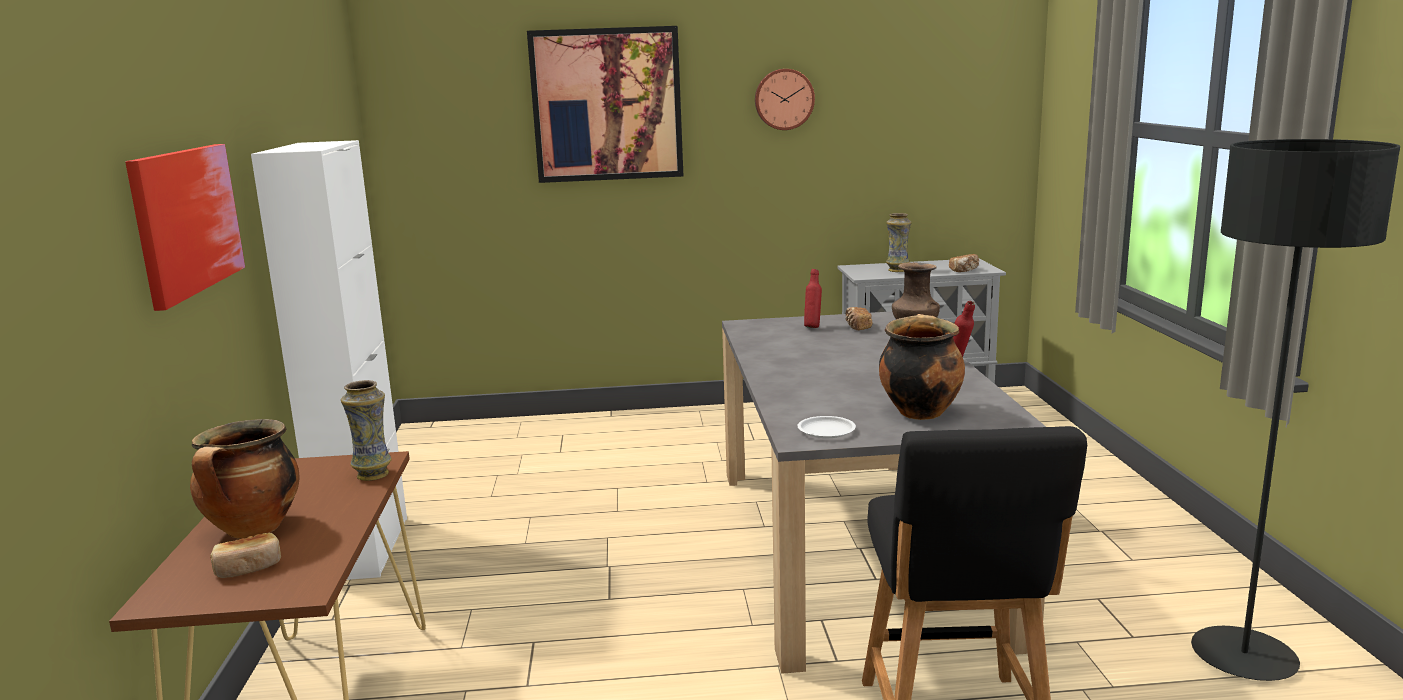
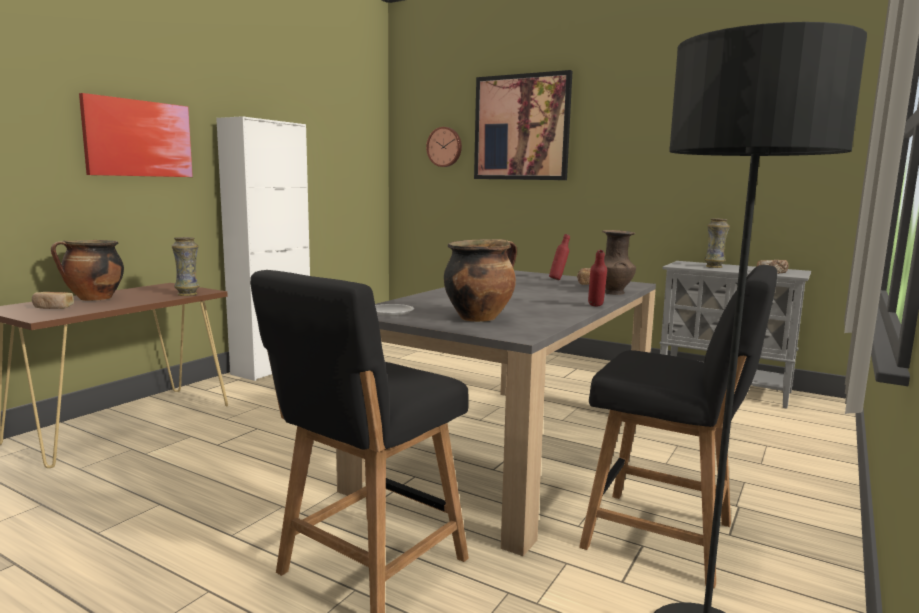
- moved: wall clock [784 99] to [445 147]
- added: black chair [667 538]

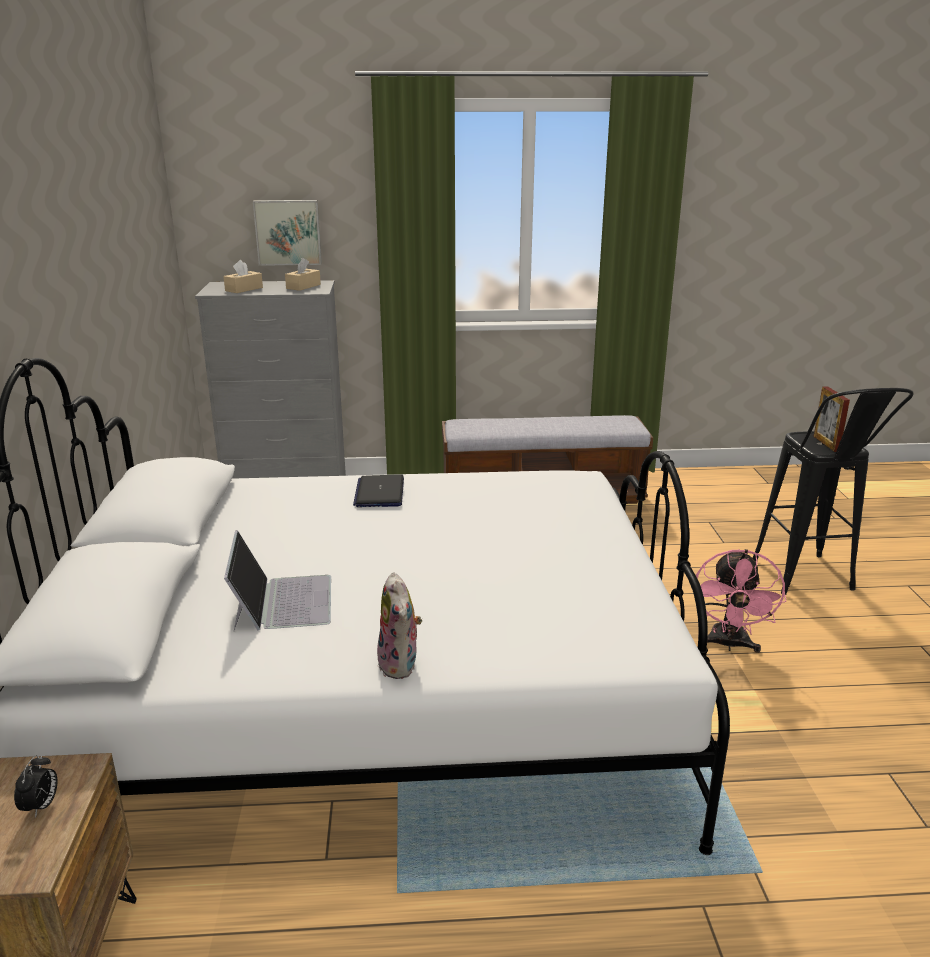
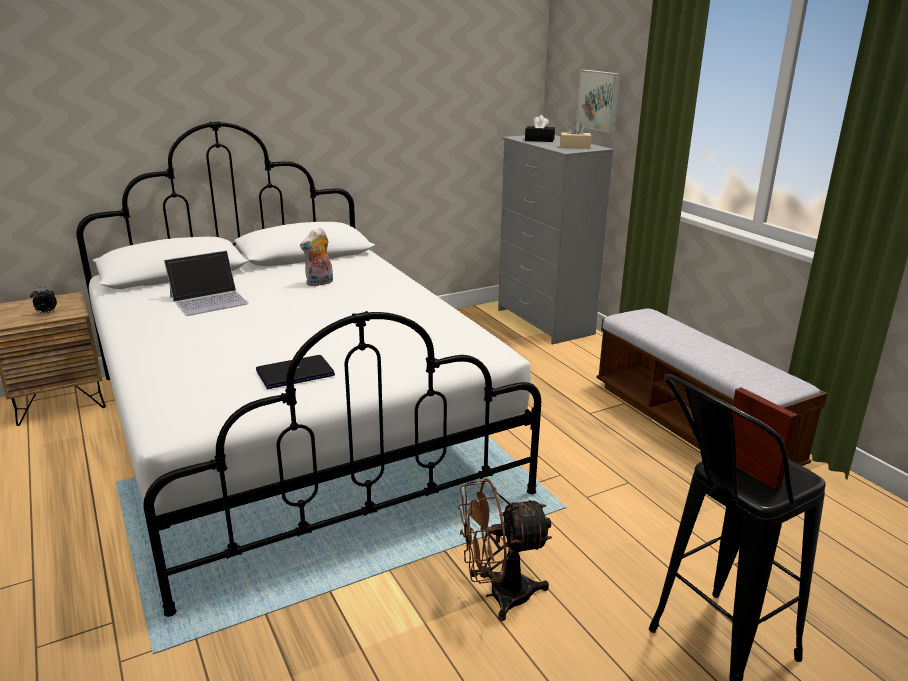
- recoloured: beige tissue box [244 289] to black tissue box [539 140]
- turned: picture frame [826 443] = [750 472] 90 degrees clockwise
- moved: laptop [379 492] to [295 373]
- recoloured: pink fan [729 645] to brown fan [498 595]
- moved: plush toy [401 665] to [320 283]

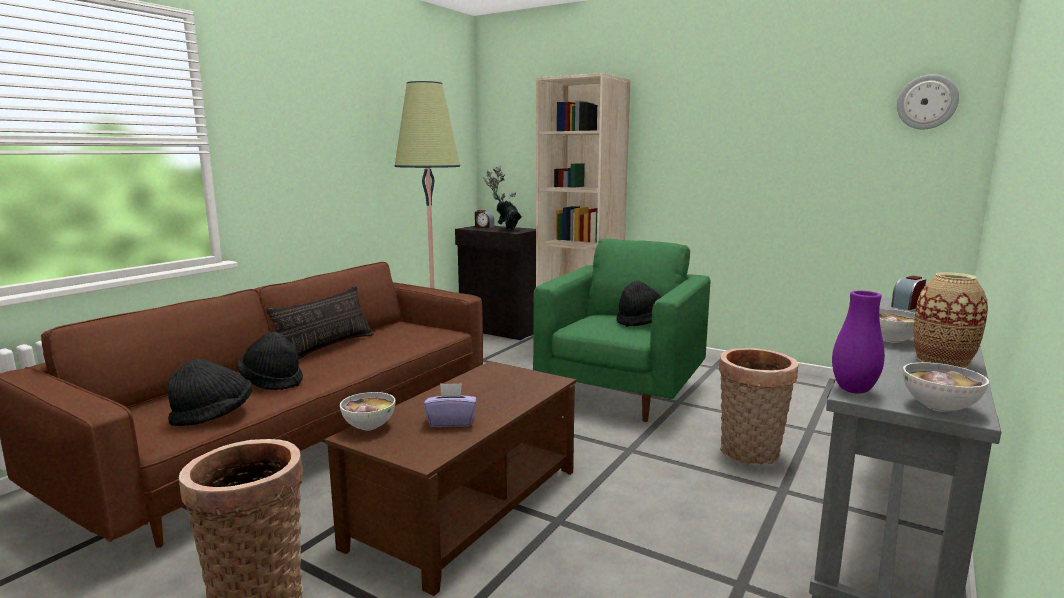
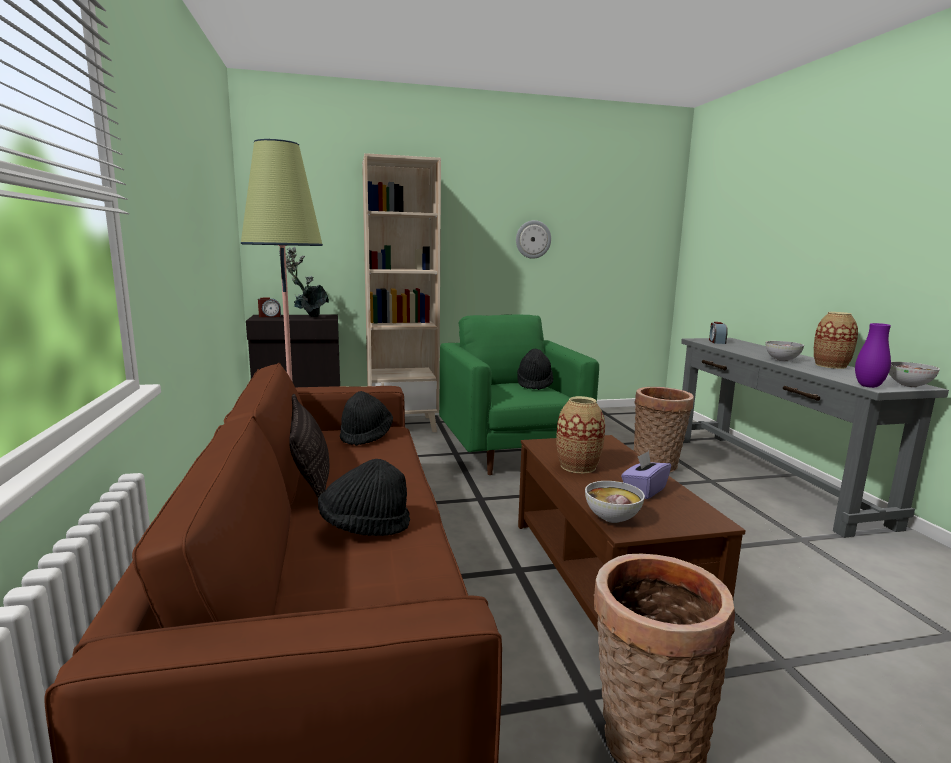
- moved: wall clock [927 102] to [533 239]
- moved: black hat [213 416] to [366 436]
- added: vase [578 466]

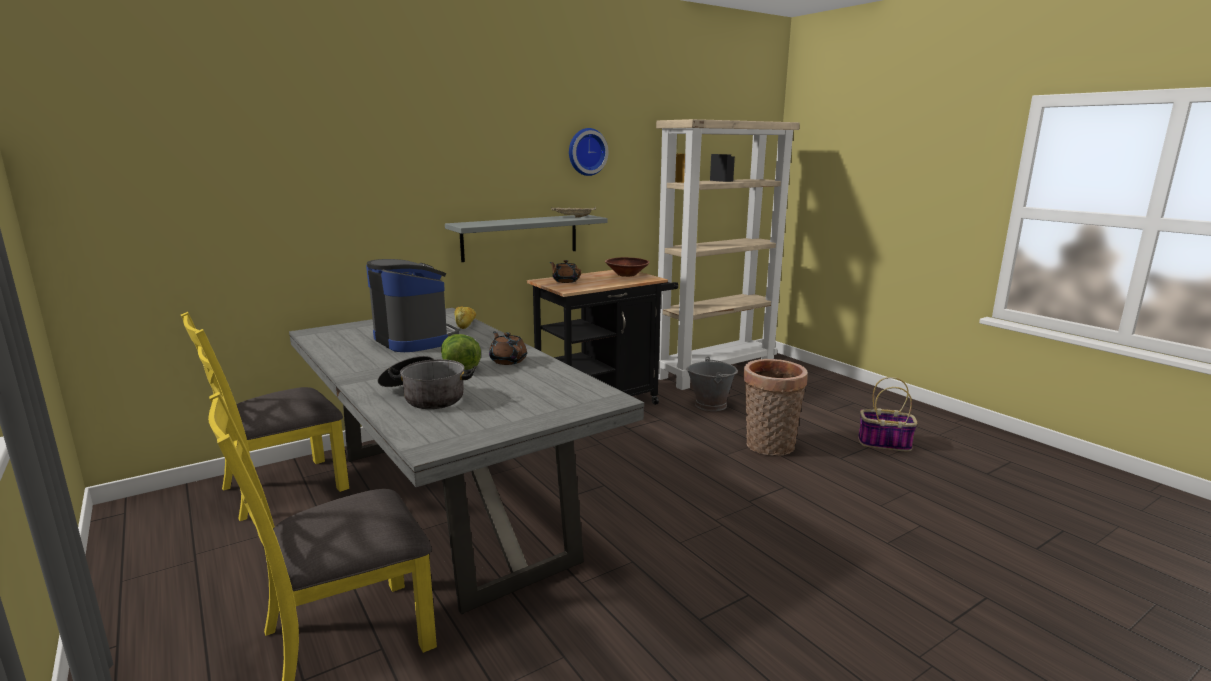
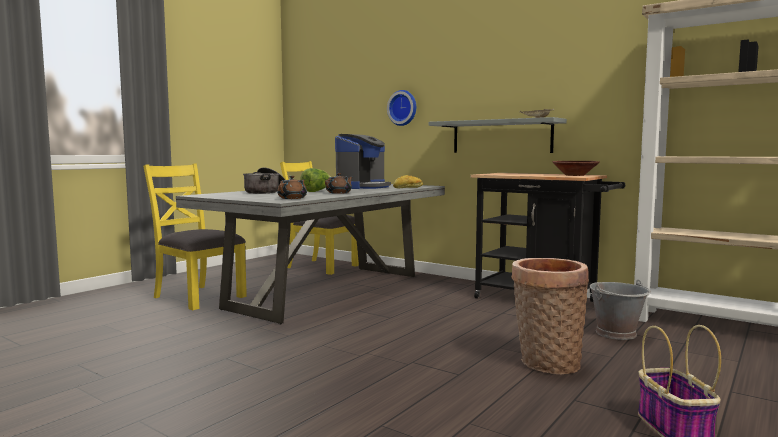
- moved: wall clock [586 152] to [403 108]
- moved: brown teapot [565 281] to [293 198]

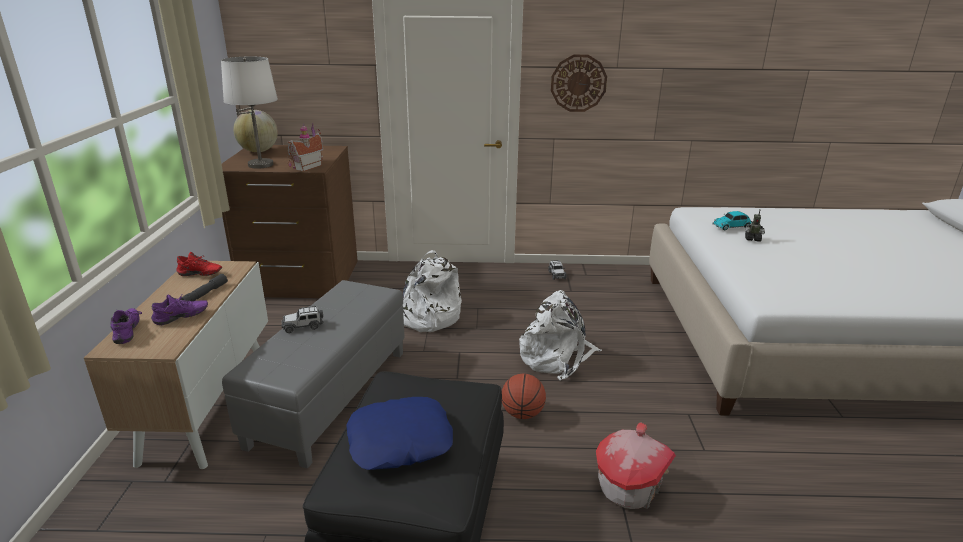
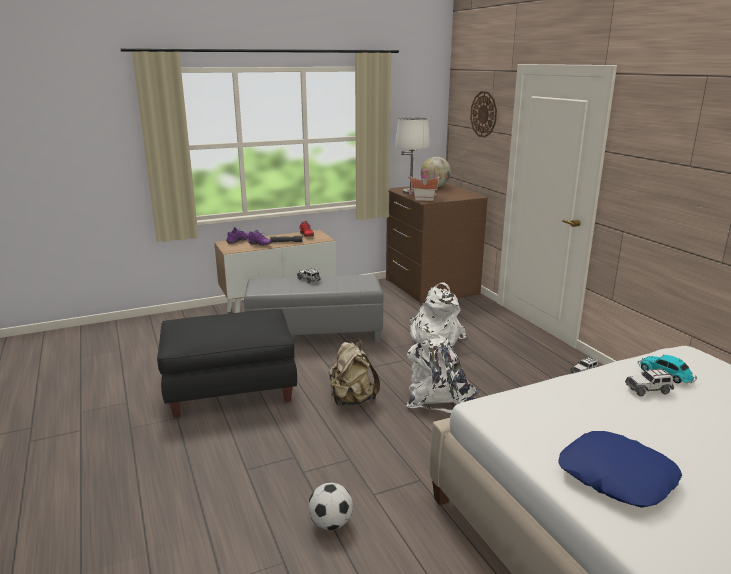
- moved: wall clock [578 83] to [484 114]
- replaced: toy robot [752 239] to toy car [648 390]
- replaced: basketball [522 414] to beige backpack [351 400]
- moved: blue pillow [400 442] to [616 477]
- removed: toy house [629 487]
- added: football [331 523]

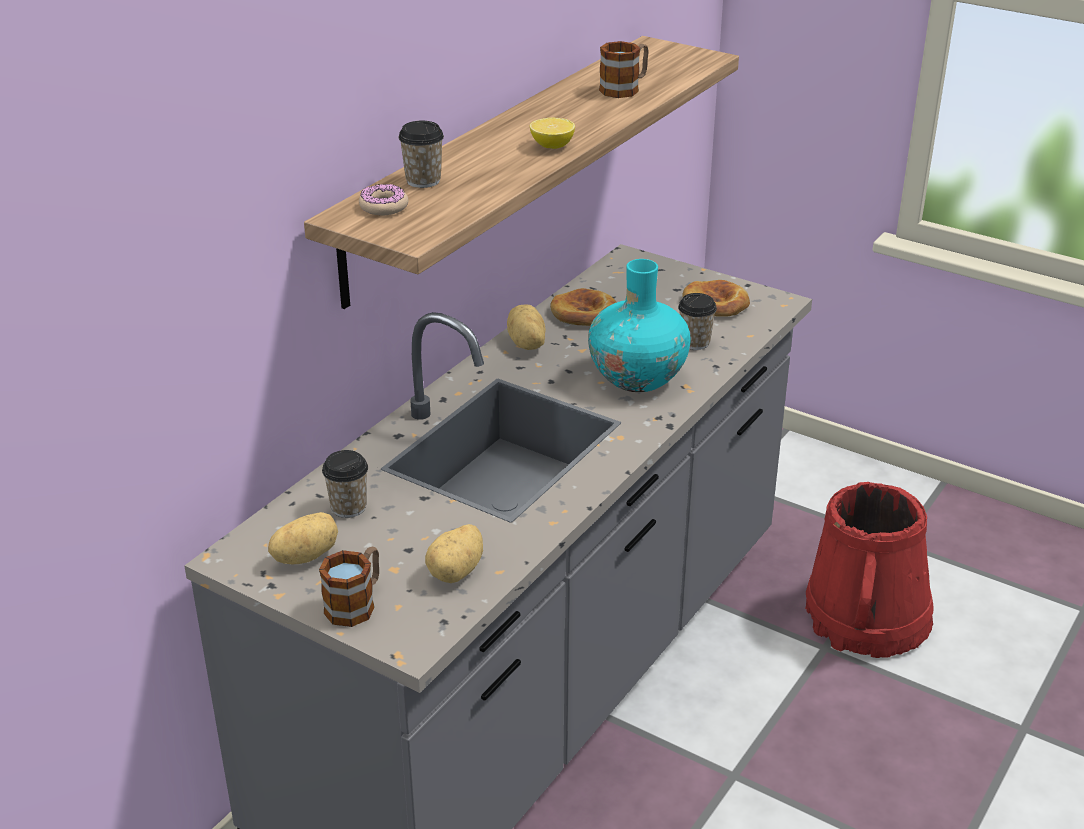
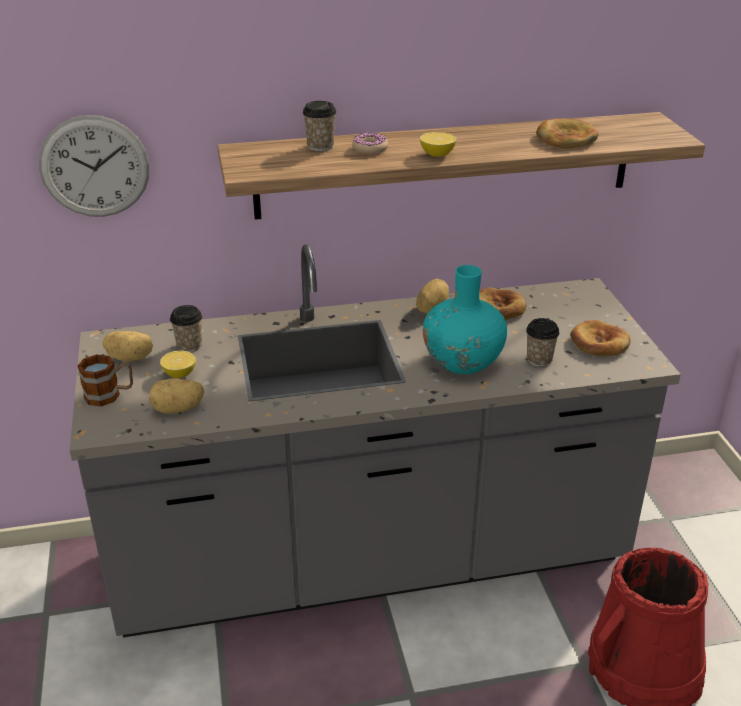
- replaced: mug [625 88] to bread [566 138]
- moved: donut [384 207] to [370 149]
- added: wall clock [95 167]
- added: lemon [179 374]

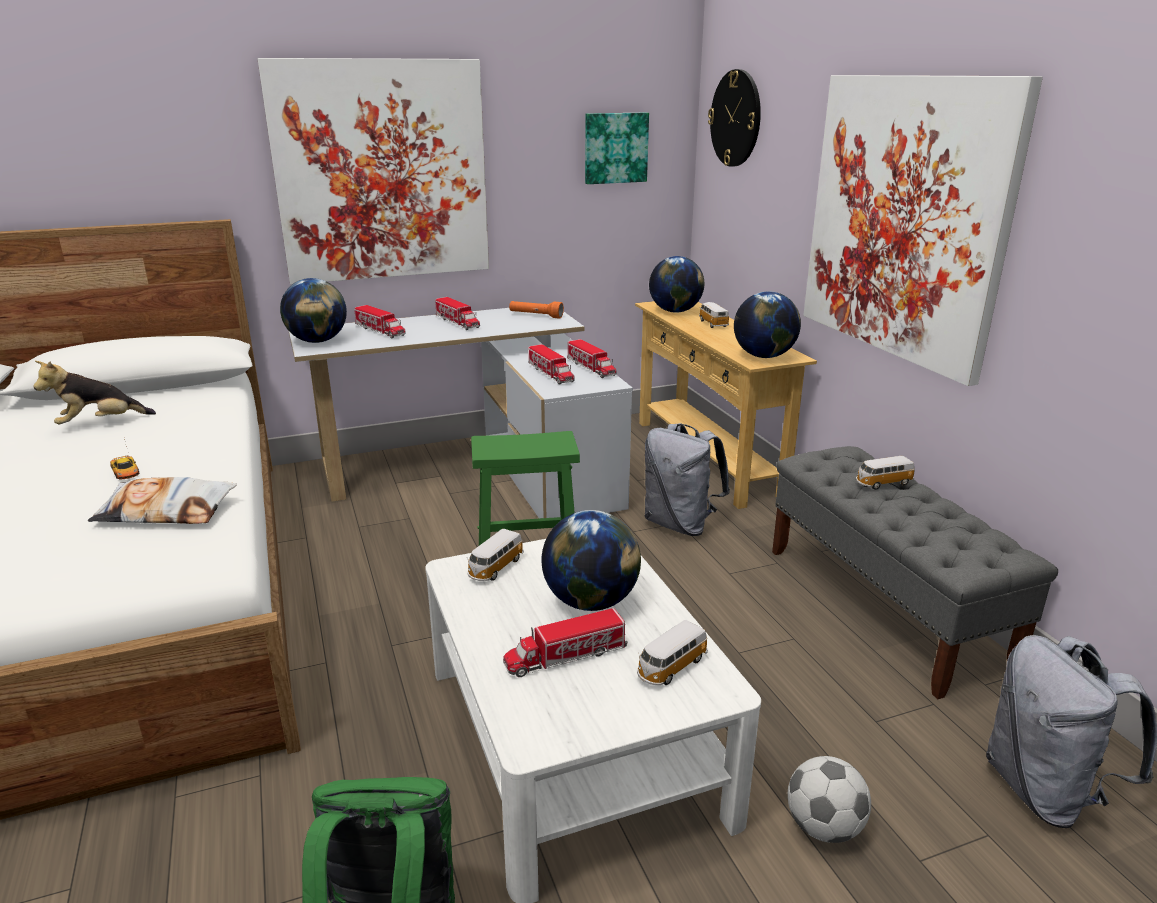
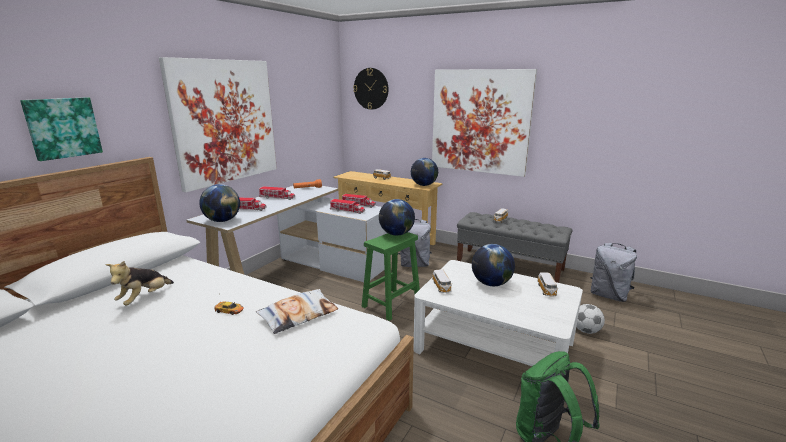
- moved: picture [615 148] to [63 128]
- moved: globe [675 311] to [396 234]
- removed: toy truck [566 656]

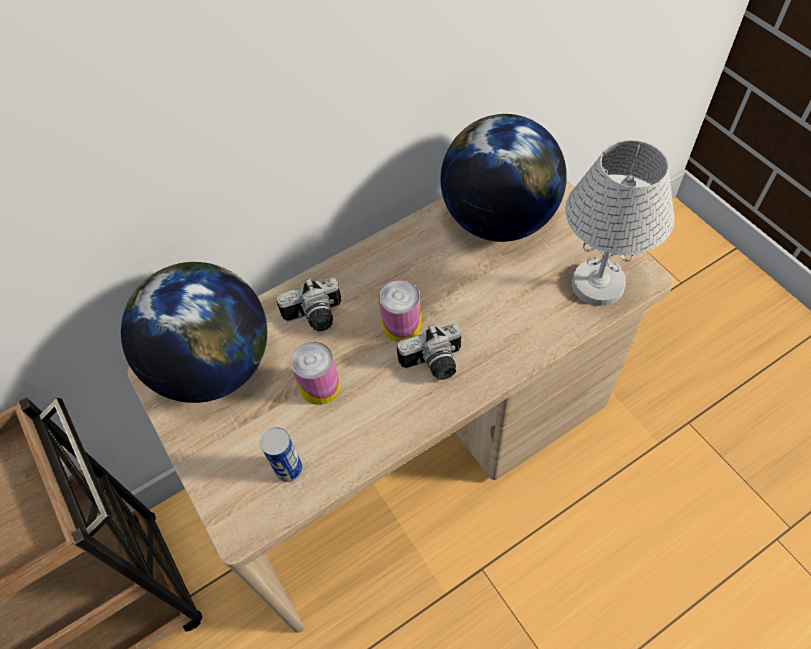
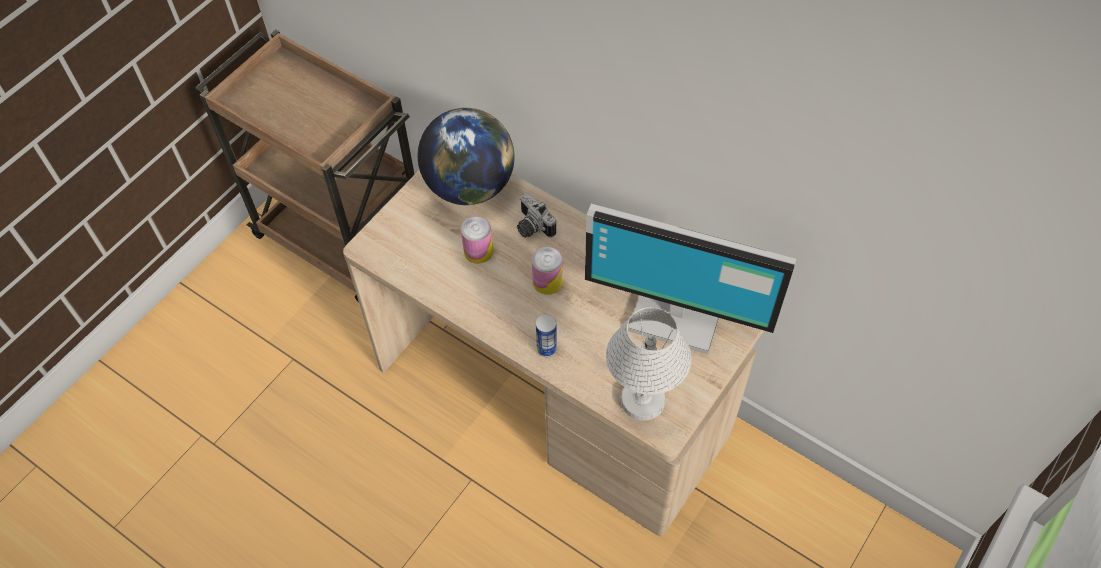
- replaced: globe [499 220] to monitor [677 313]
- removed: photo camera [434 365]
- moved: can [289 469] to [546 349]

